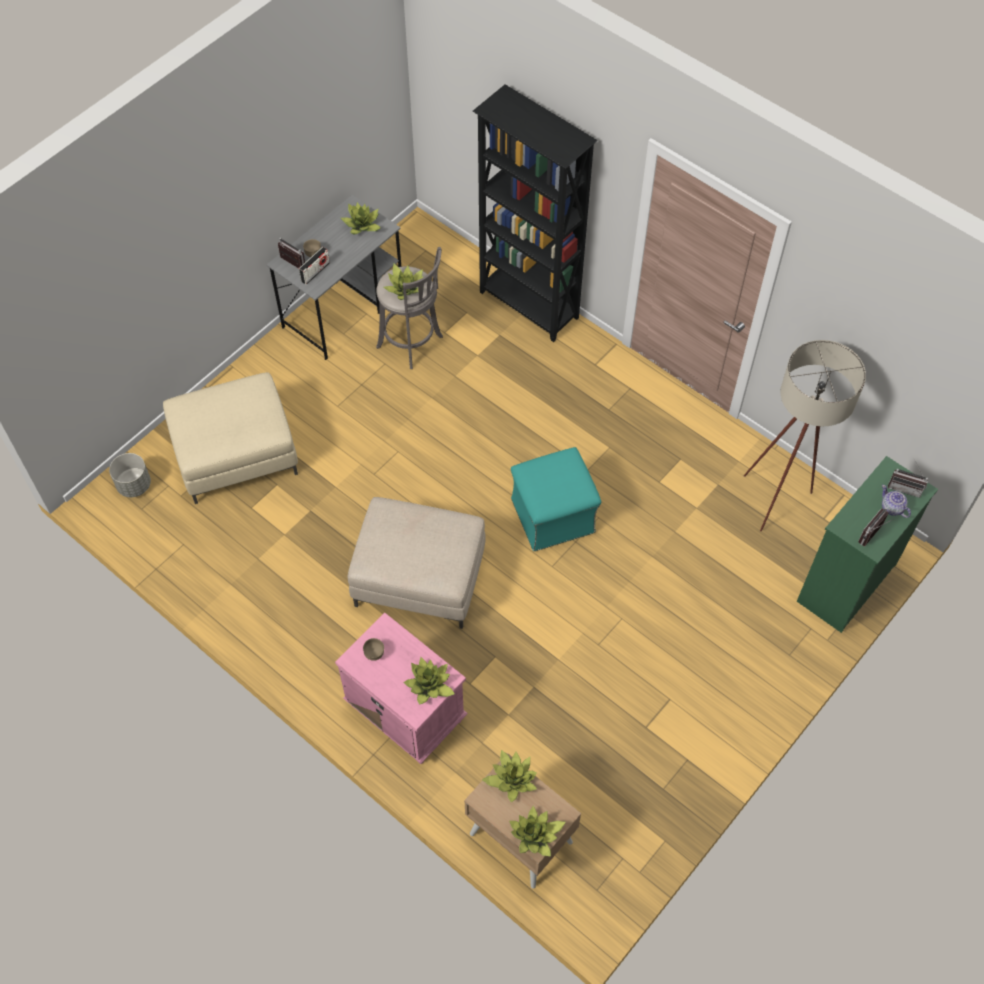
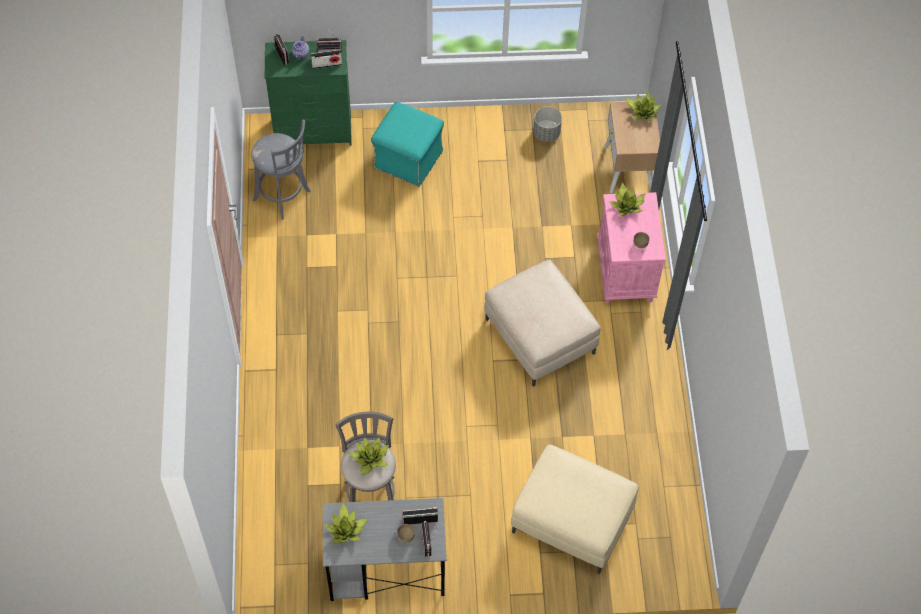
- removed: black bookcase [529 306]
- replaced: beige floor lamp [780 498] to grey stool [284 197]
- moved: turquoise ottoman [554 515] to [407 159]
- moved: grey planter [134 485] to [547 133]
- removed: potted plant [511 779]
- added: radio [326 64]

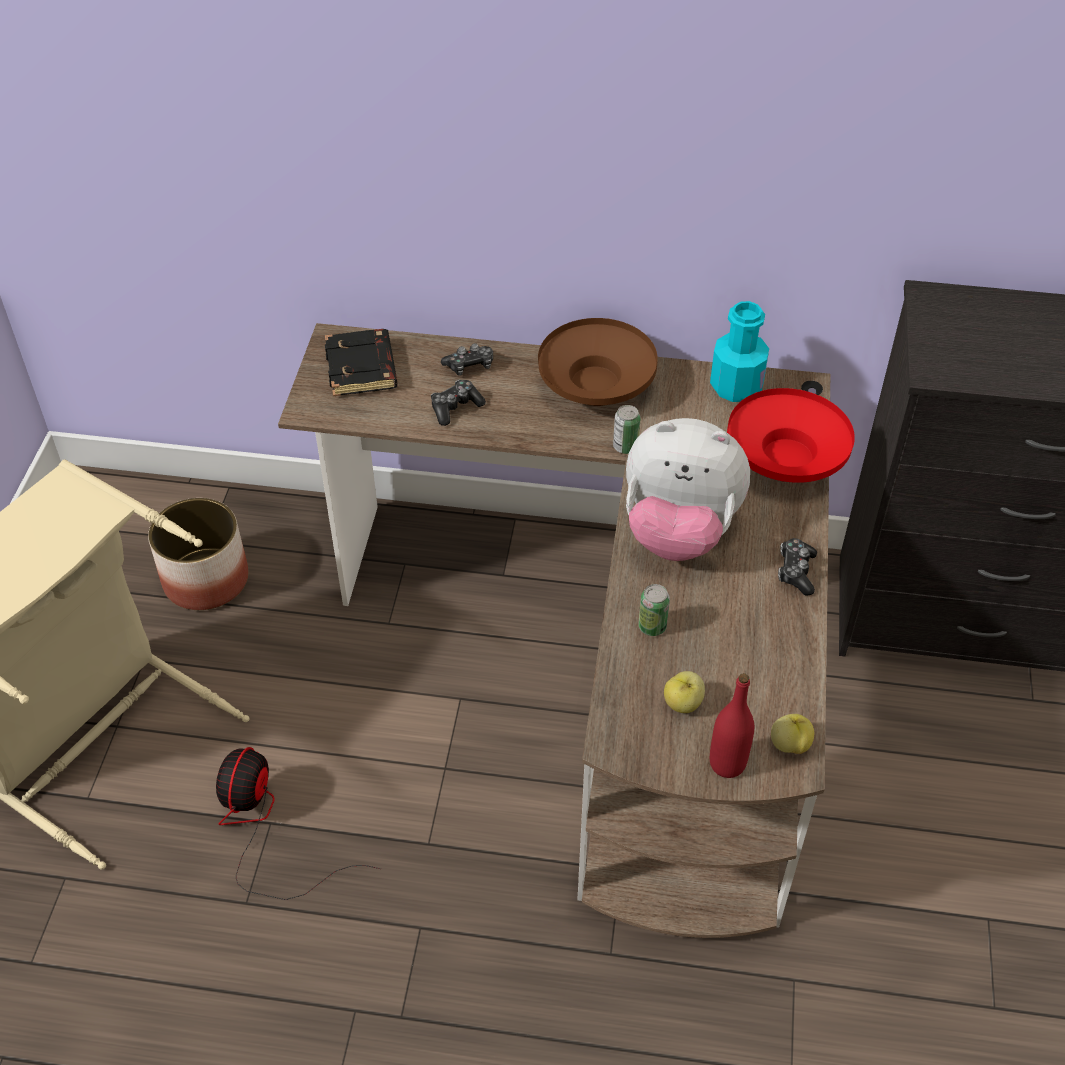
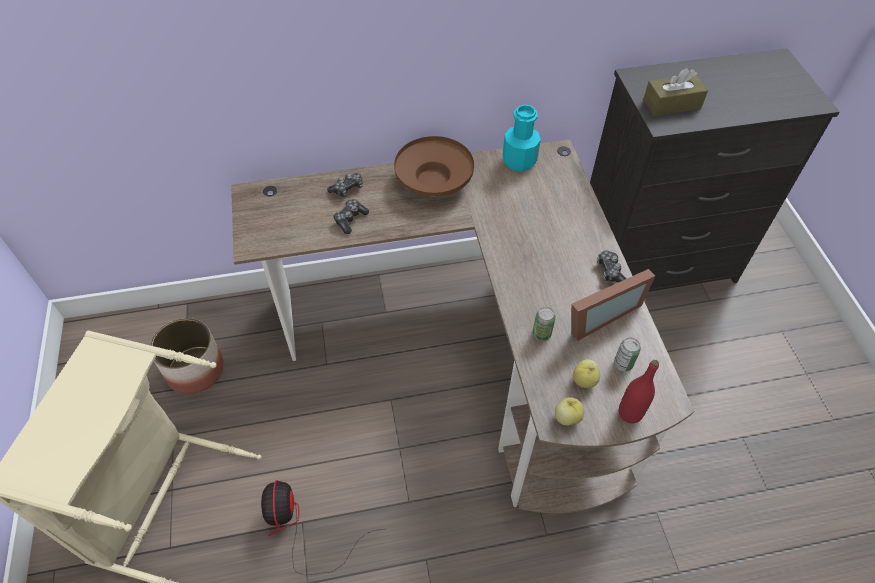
- removed: black book [362 368]
- removed: red bowl [786 458]
- moved: can [625 446] to [623 364]
- removed: plush toy [679 532]
- moved: apple [789 744] to [567 417]
- added: brown tissue box [672 104]
- added: picture frame [597 315]

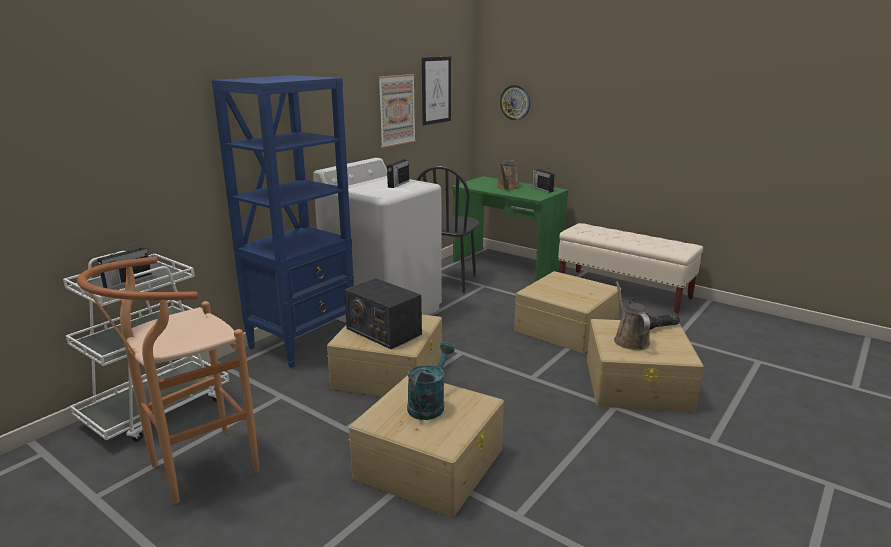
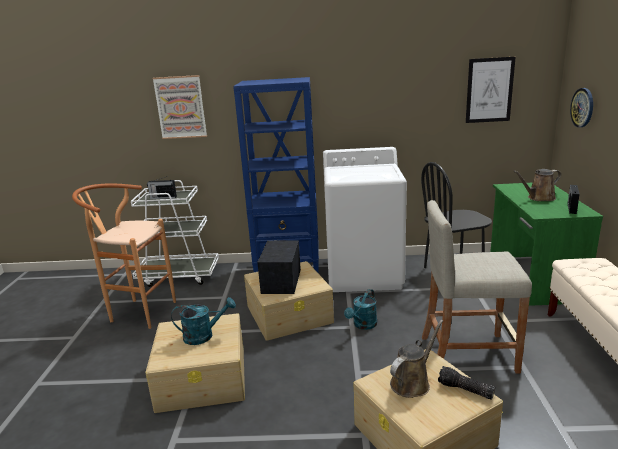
- moved: picture [396 110] to [180 107]
- removed: radio [398 184]
- replaced: beige storage box [565 327] to beige stool [467 353]
- added: turquoise watering can [363 325]

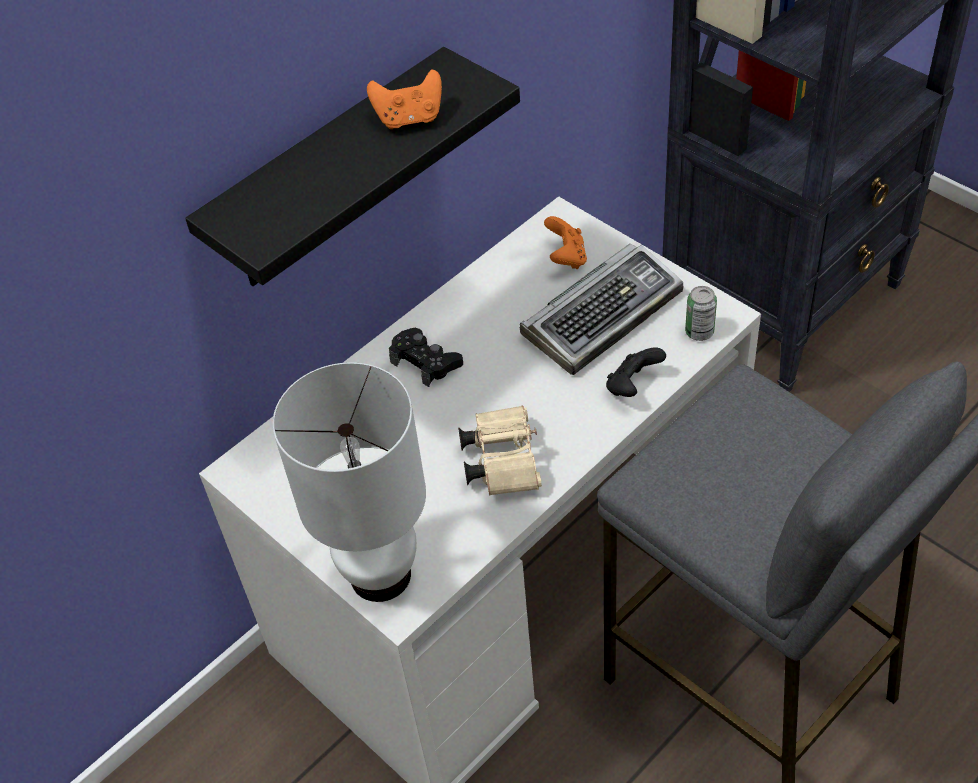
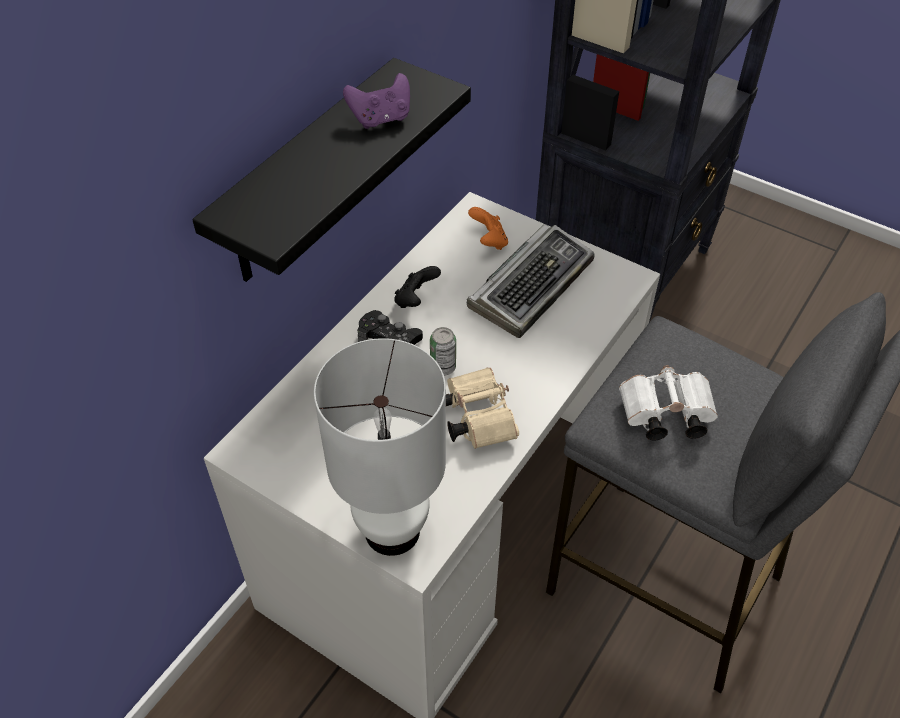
- recoloured: orange game controller [409 119] to purple game controller [381 119]
- moved: can [699 332] to [443 367]
- moved: black game controller [632 386] to [415 300]
- added: white binoculars [663 415]

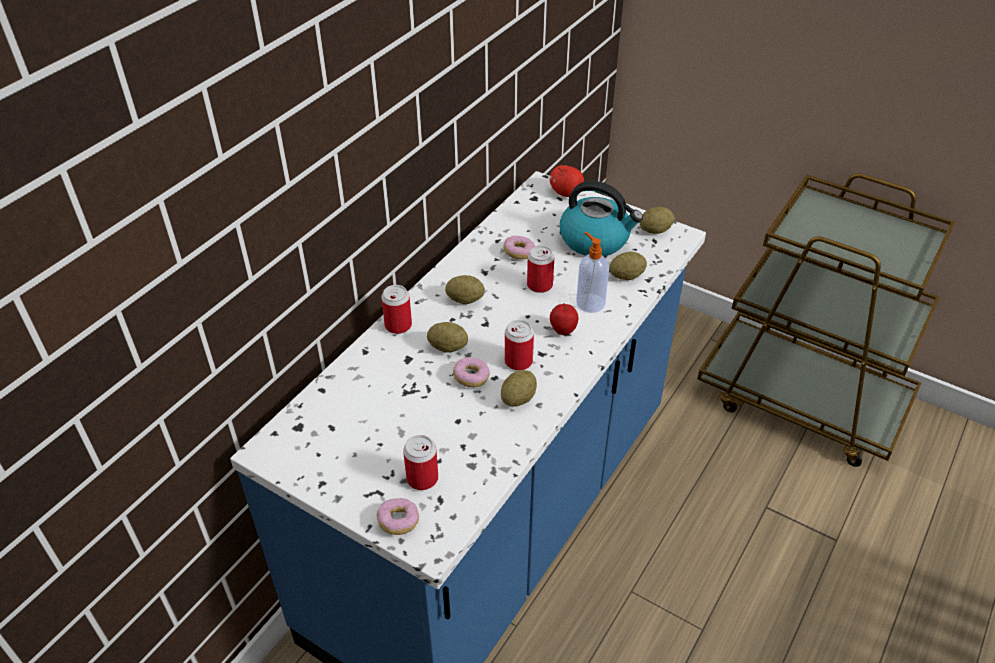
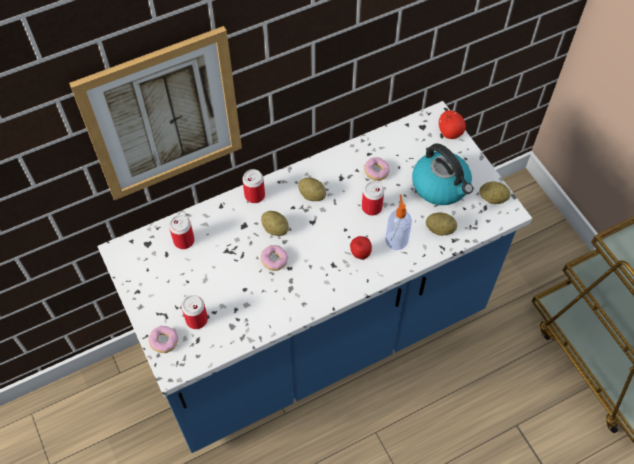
- moved: can [518 361] to [184 240]
- removed: potato [518 398]
- added: picture [164 117]

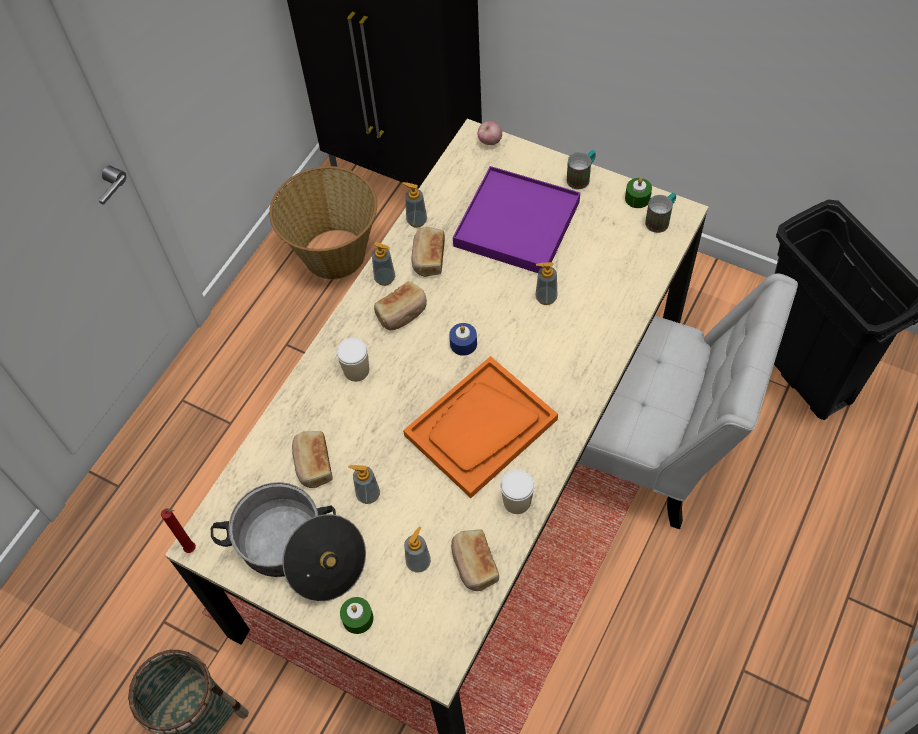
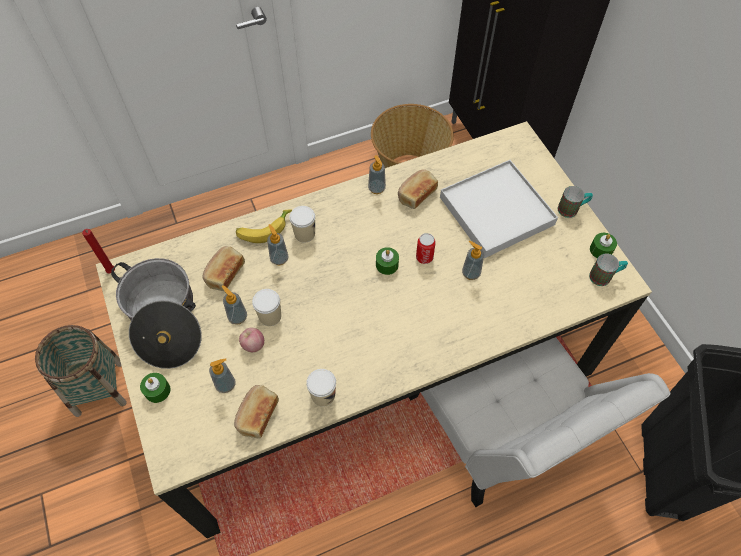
- moved: apple [490 141] to [253 345]
- recoloured: purple tray [517 224] to white tray [496 211]
- moved: soap dispenser [416 220] to [279 259]
- removed: bread [402 313]
- recoloured: blue candle [463 344] to green candle [387 265]
- removed: orange tray [481 428]
- added: banana [264 229]
- added: can [424 257]
- added: cup [270 316]

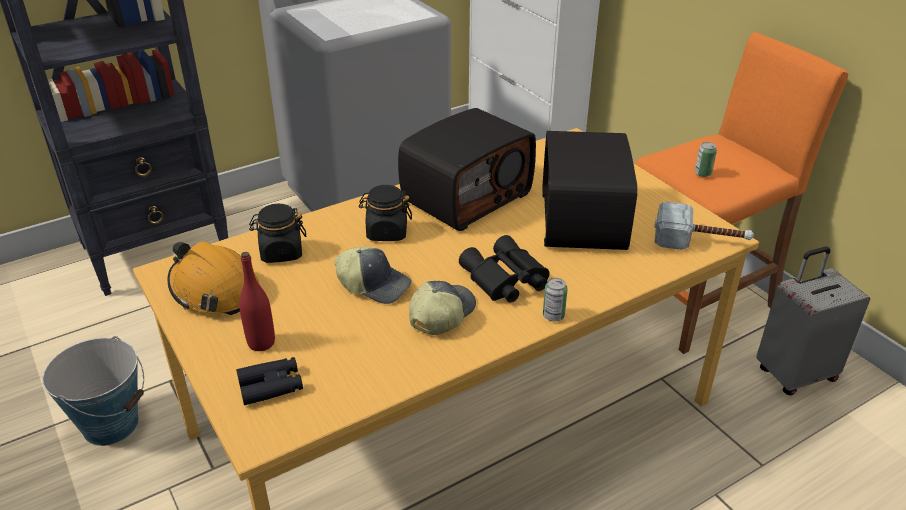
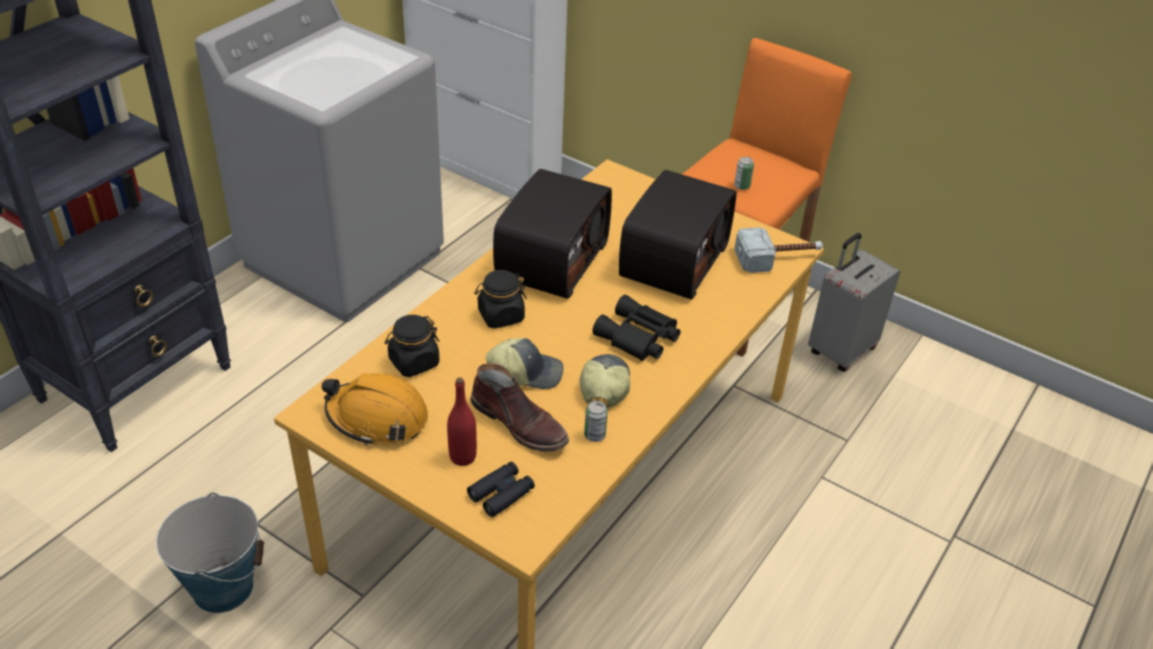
- turned: radio [585 220] = [672 260] 135 degrees counterclockwise
- moved: can [553 316] to [594 435]
- added: brown boot [520 423]

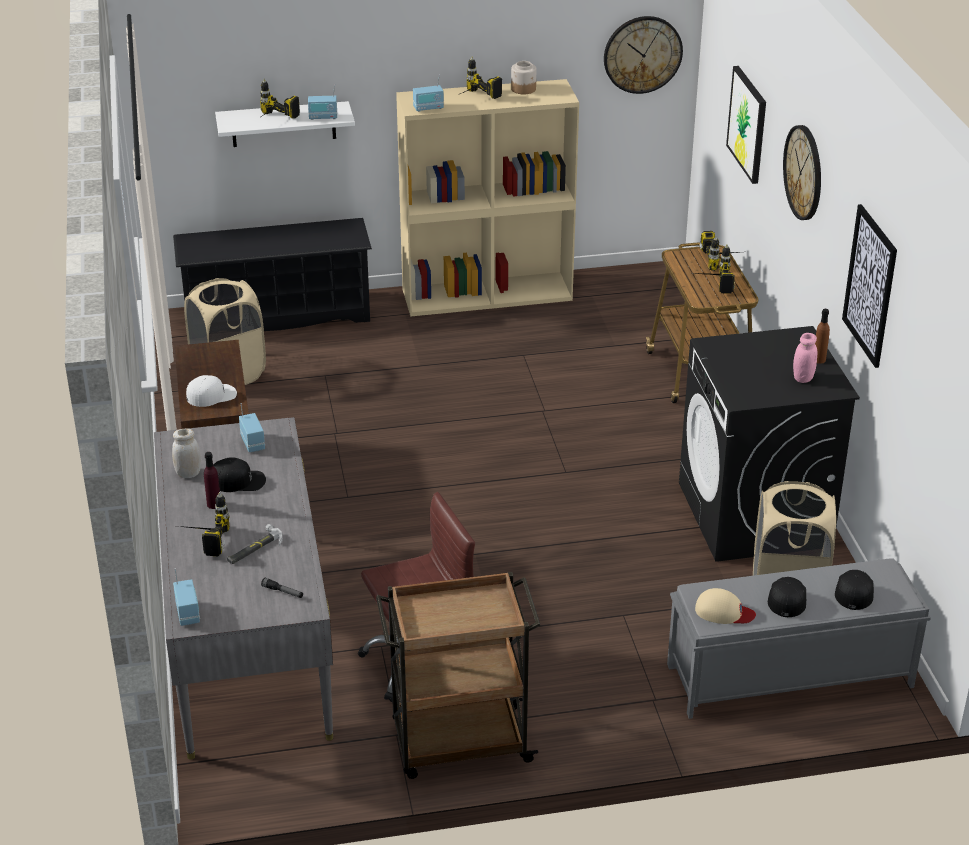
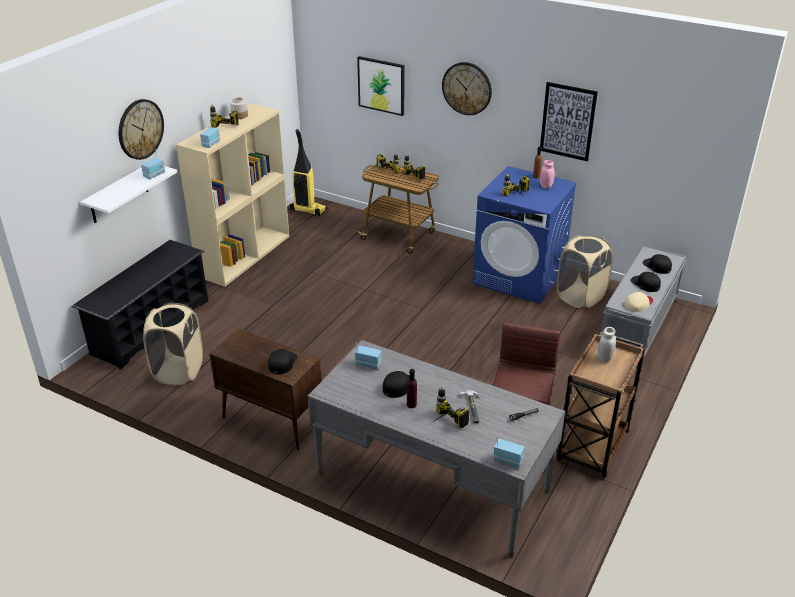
- moved: wall clock [642 54] to [140 129]
- moved: power drill [271 121] to [519 197]
- recoloured: black washing machine [754 515] to blue washing machine [519 277]
- recoloured: white cap [211 395] to black cap [282 362]
- moved: white jar [188 473] to [604 358]
- added: vacuum cleaner [308 210]

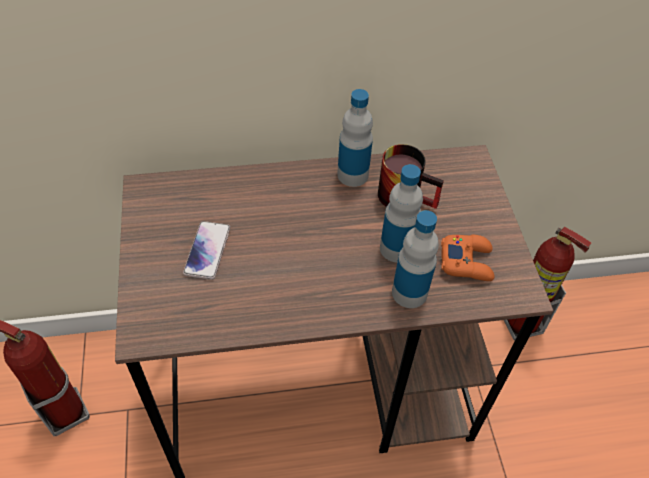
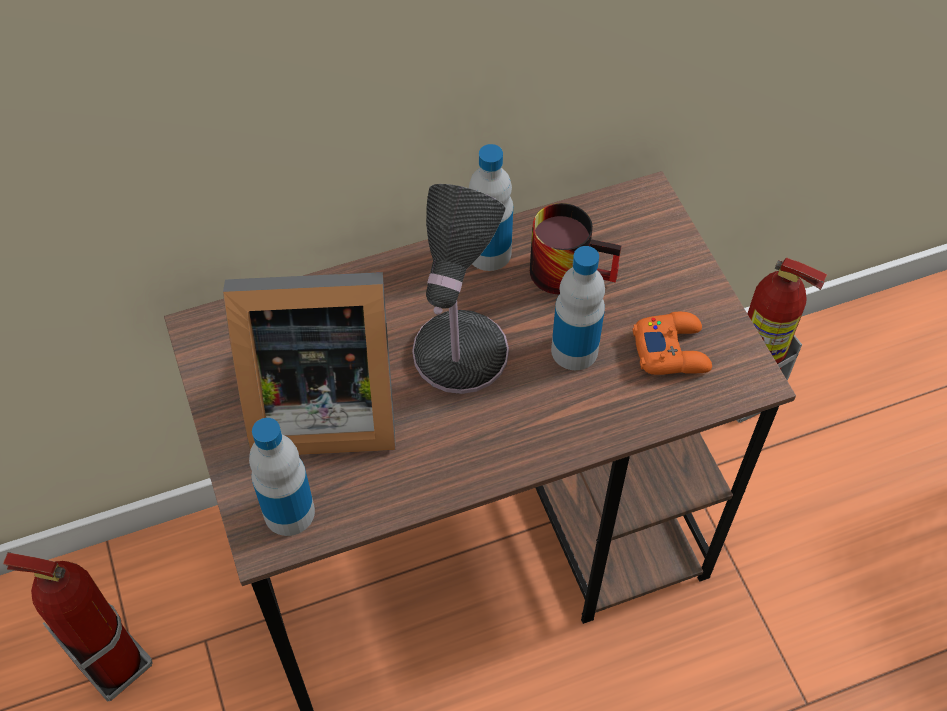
- moved: bottle [409 293] to [289 512]
- replaced: phone [207 250] to picture frame [318 405]
- added: table lamp [457 358]

